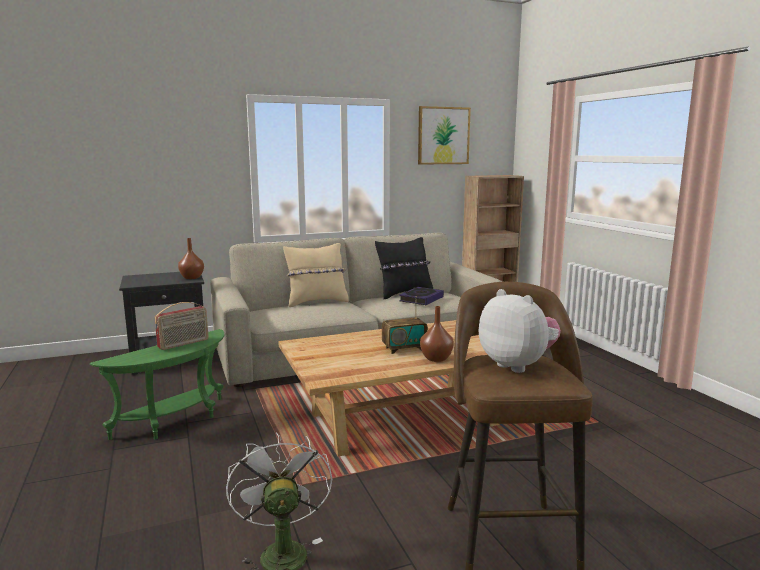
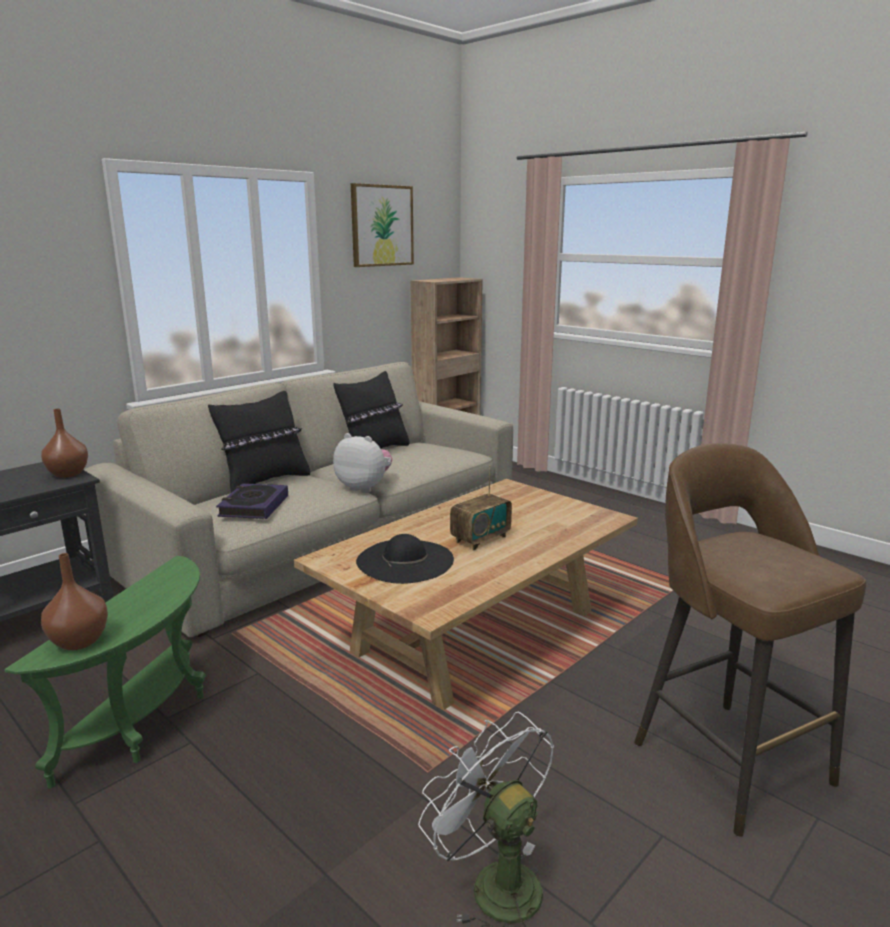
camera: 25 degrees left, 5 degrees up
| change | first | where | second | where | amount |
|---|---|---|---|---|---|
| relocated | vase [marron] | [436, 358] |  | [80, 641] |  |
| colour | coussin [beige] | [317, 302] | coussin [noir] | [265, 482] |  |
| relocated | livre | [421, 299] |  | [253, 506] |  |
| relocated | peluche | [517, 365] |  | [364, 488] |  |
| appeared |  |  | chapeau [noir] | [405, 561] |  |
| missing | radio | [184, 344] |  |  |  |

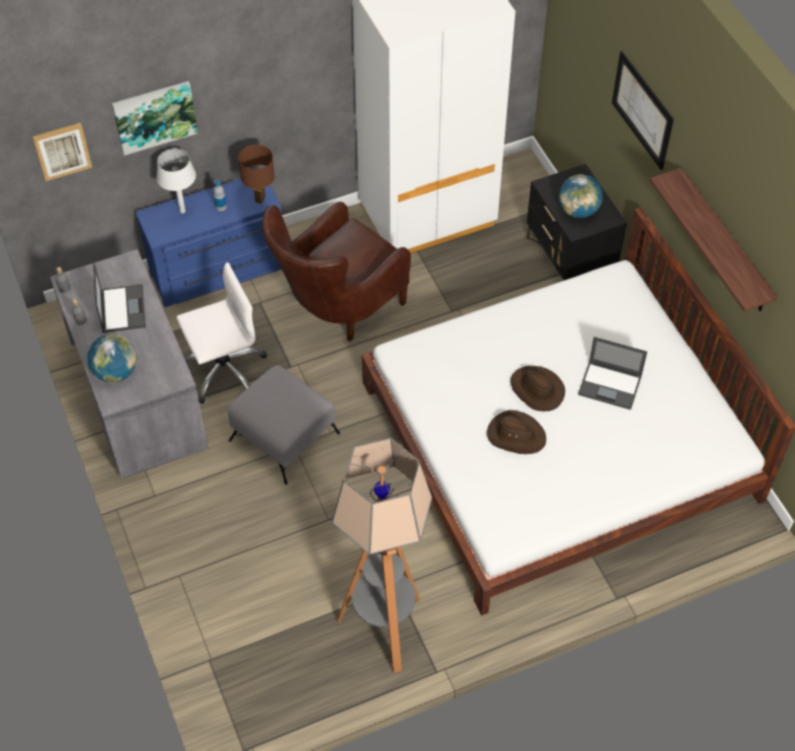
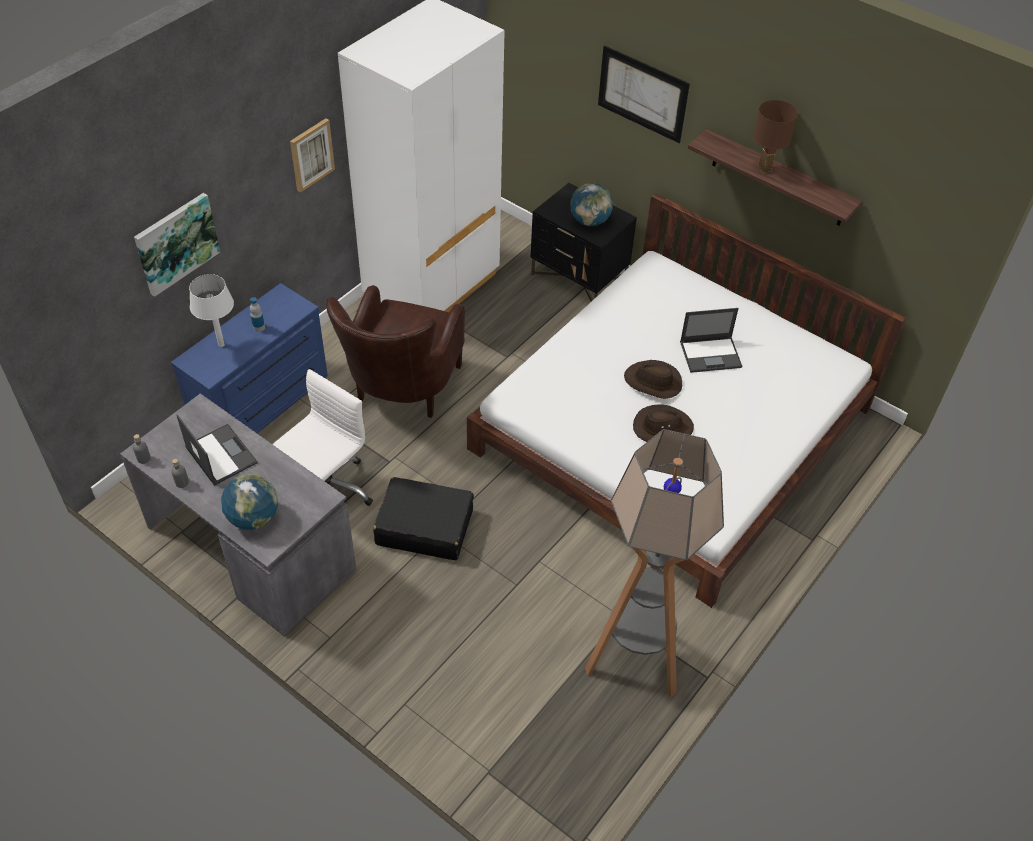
camera: 30 degrees left, 5 degrees down
| change | first | where | second | where | amount |
|---|---|---|---|---|---|
| relocated | tableau | [62, 150] |  | [311, 154] |  |
| exchanged | pouf [gris] | [284, 436] | valise [noir] | [424, 527] |  |
| relocated | lampe de table [marron] | [260, 199] |  | [765, 168] |  |

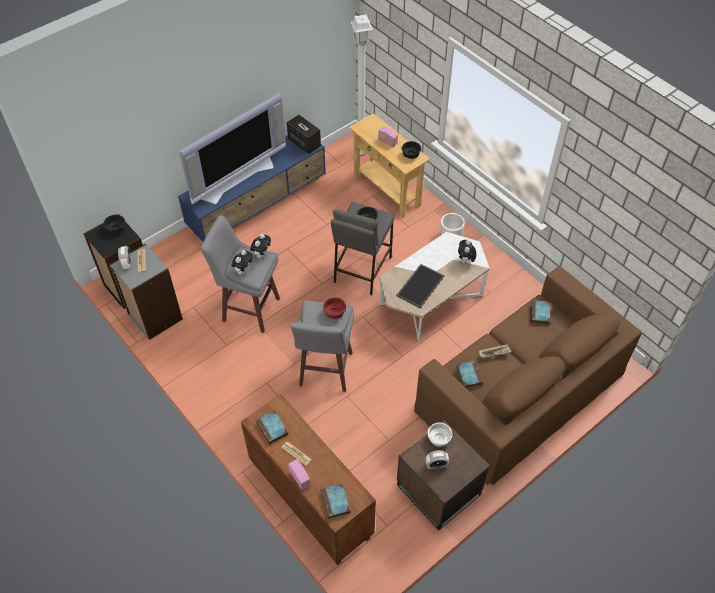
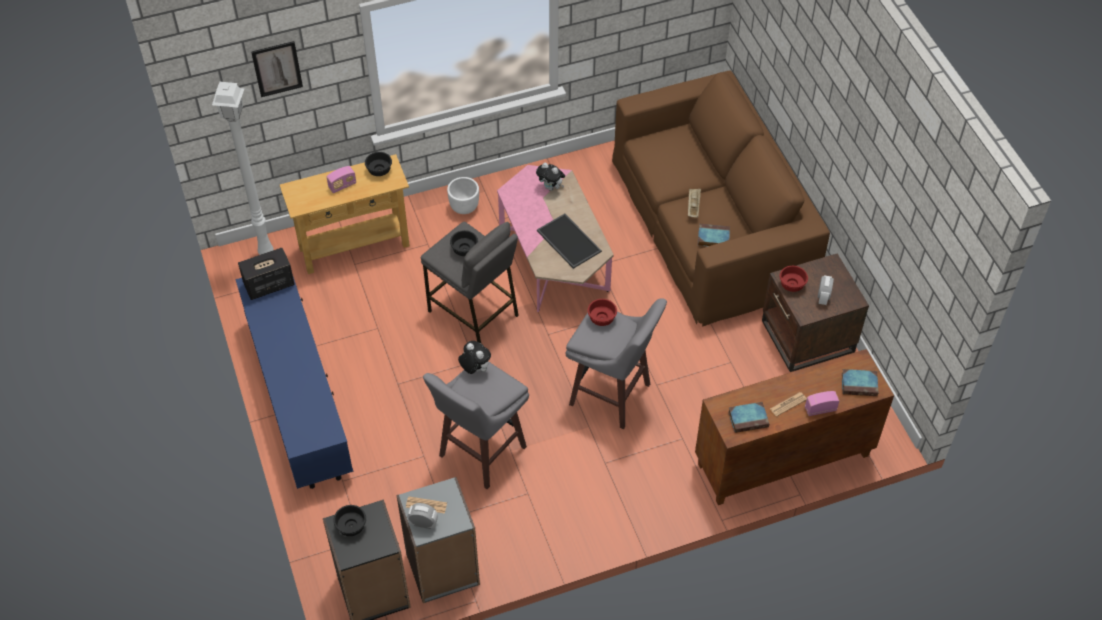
camera: 70 degrees left, 0 degrees up
| change | first | where | second | where | amount |
|---|---|---|---|---|---|
| appeared |  |  | tableau | [277, 69] |  |
| colour | table basse [blanc] | [431, 300] | table basse [rose] | [554, 259] |  |
| colour | bol [blanc] | [439, 439] | bol [rouge] | [793, 285] |  |
| missing | téléviseur | [236, 178] |  |  |  |
| missing | peluche | [243, 270] |  |  |  |
| missing | livre | [540, 314] |  |  |  |

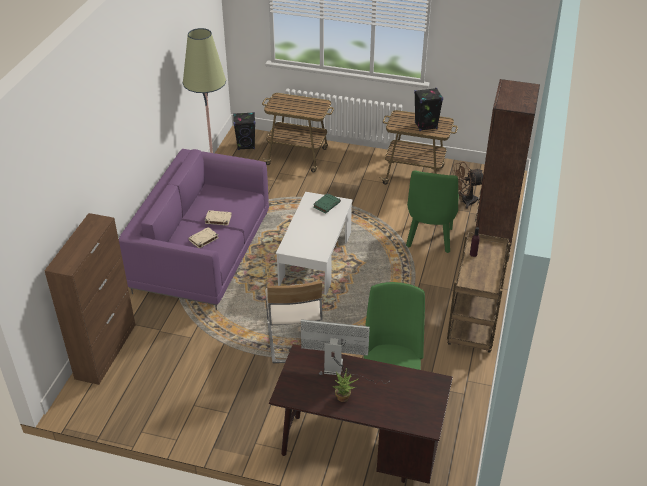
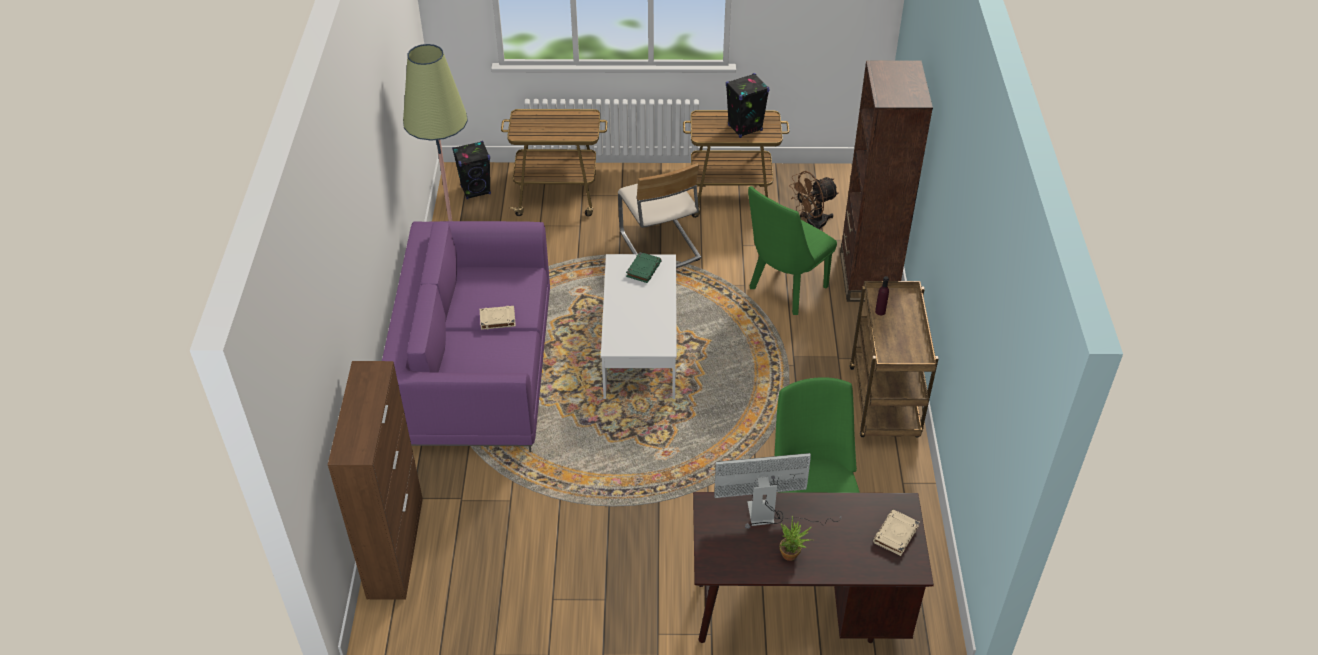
camera: 15 degrees left, 5 degrees up
| change | first | where | second | where | amount |
|---|---|---|---|---|---|
| relocated | chaise [beige] | [294, 339] |  | [659, 246] |  |
| spun | chaise [vert] | [429, 240] |  | [784, 291] | 45 degrees clockwise |
| relocated | livre [beige] | [203, 239] |  | [895, 535] |  |

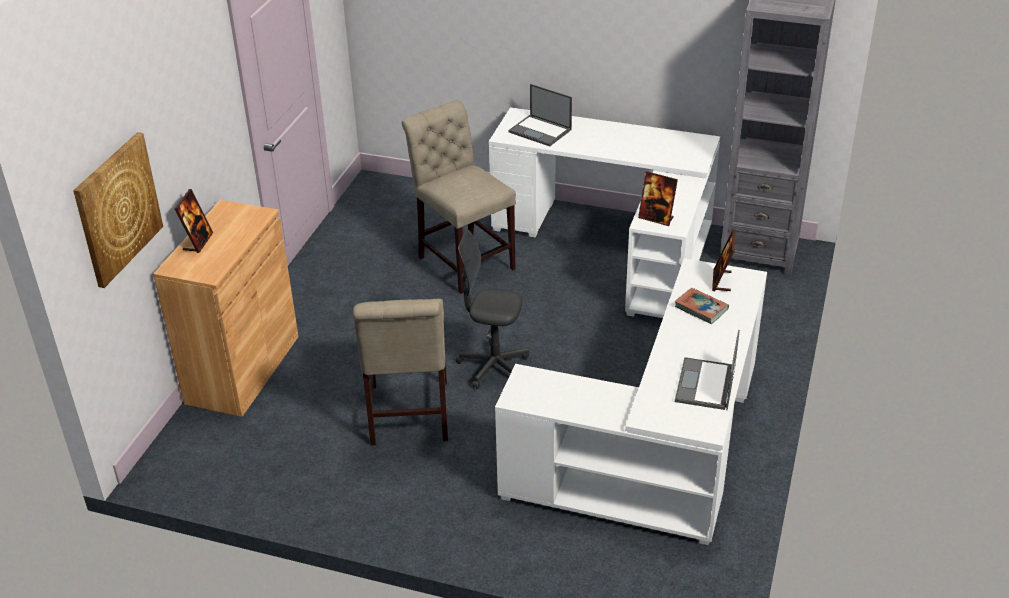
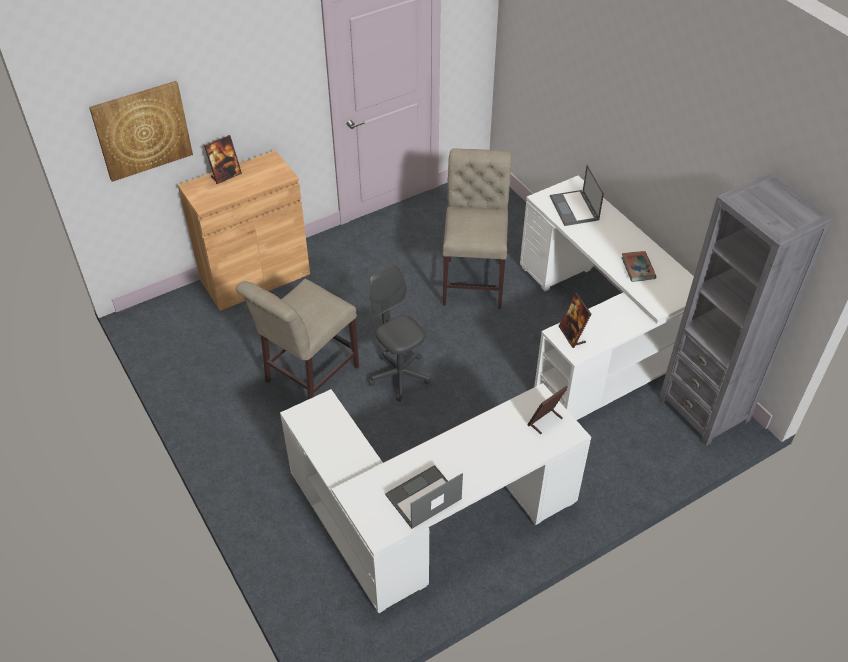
camera: 40 degrees right, 10 degrees up
| change | first | where | second | where | amount |
|---|---|---|---|---|---|
| relocated | livre | [701, 308] |  | [638, 268] |  |

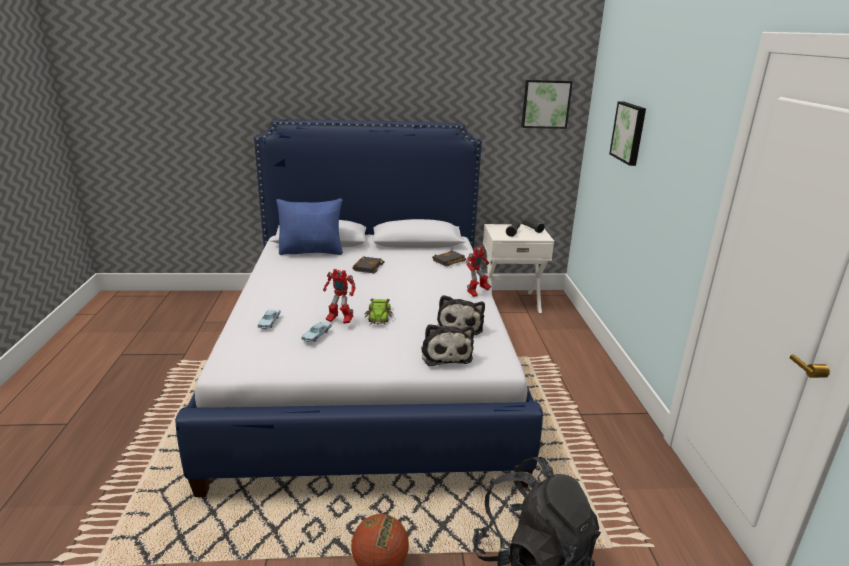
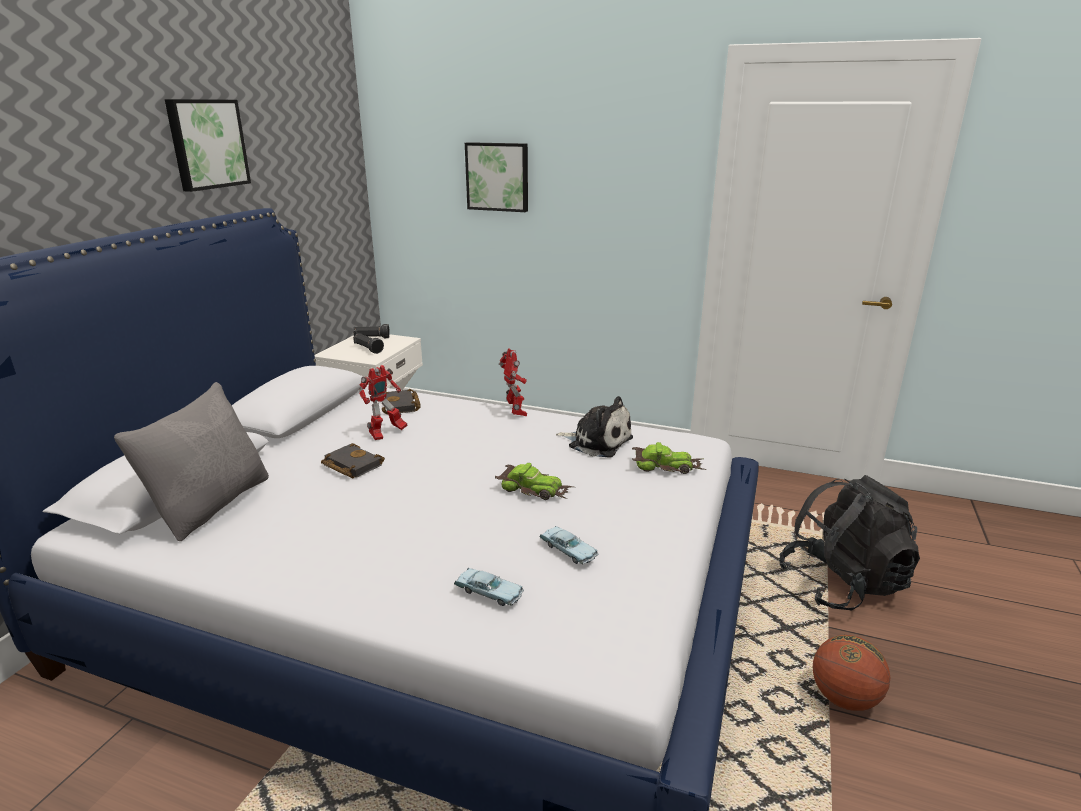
camera: 65 degrees left, 0 degrees up
| change | first | where | second | where | amount |
|---|---|---|---|---|---|
| colour | coussin [bleu] | [311, 252] | coussin [gris] | [212, 504] |  |
| relocated | tableau | [545, 104] |  | [206, 144] |  |
| relocated | robot jouet | [339, 321] |  | [386, 434] |  |
| exchanged | peluche | [445, 354] | petite voiture | [667, 466] |  |

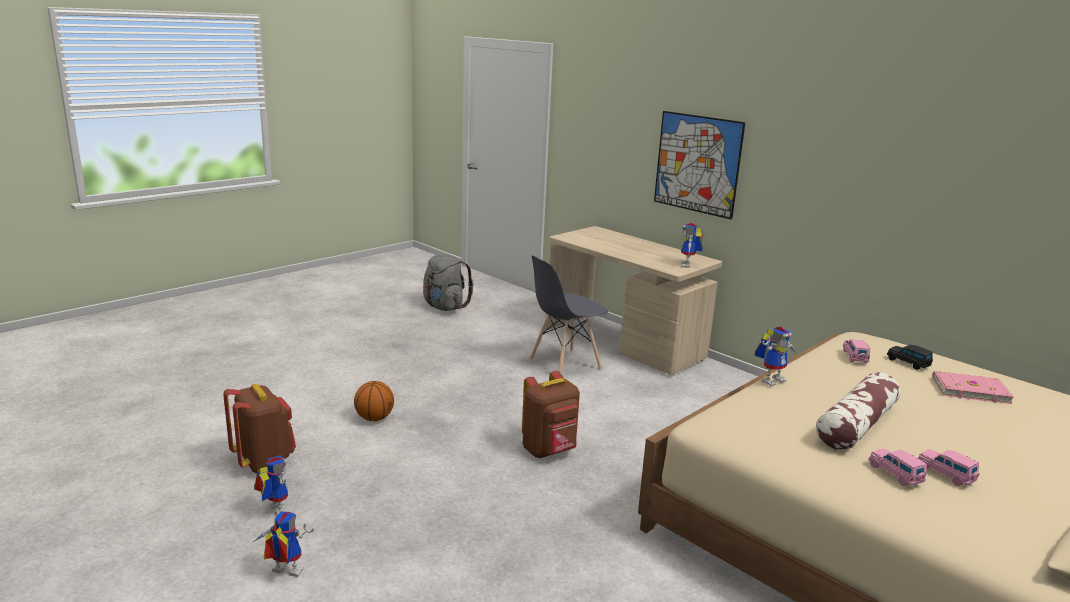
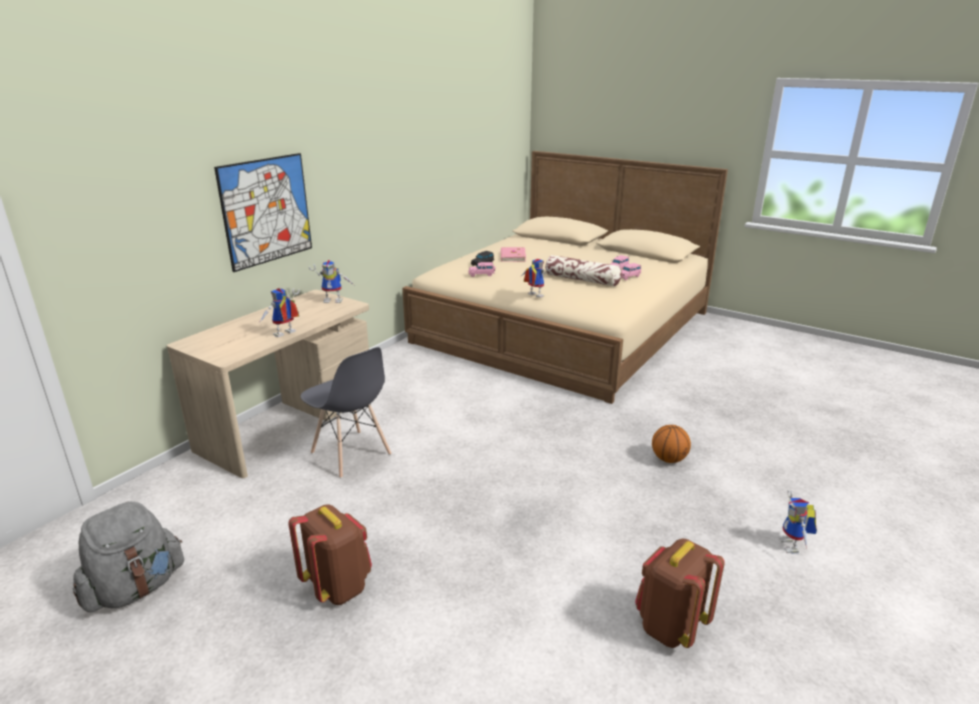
camera: 100 degrees left, 5 degrees up
| change | first | where | second | where | amount |
|---|---|---|---|---|---|
| relocated | robot jouet | [274, 510] |  | [284, 335] |  |
| relocated | sac à dos [marron] | [549, 451] |  | [338, 586] |  |
| relocated | ballon de basket | [374, 418] |  | [669, 459] |  |

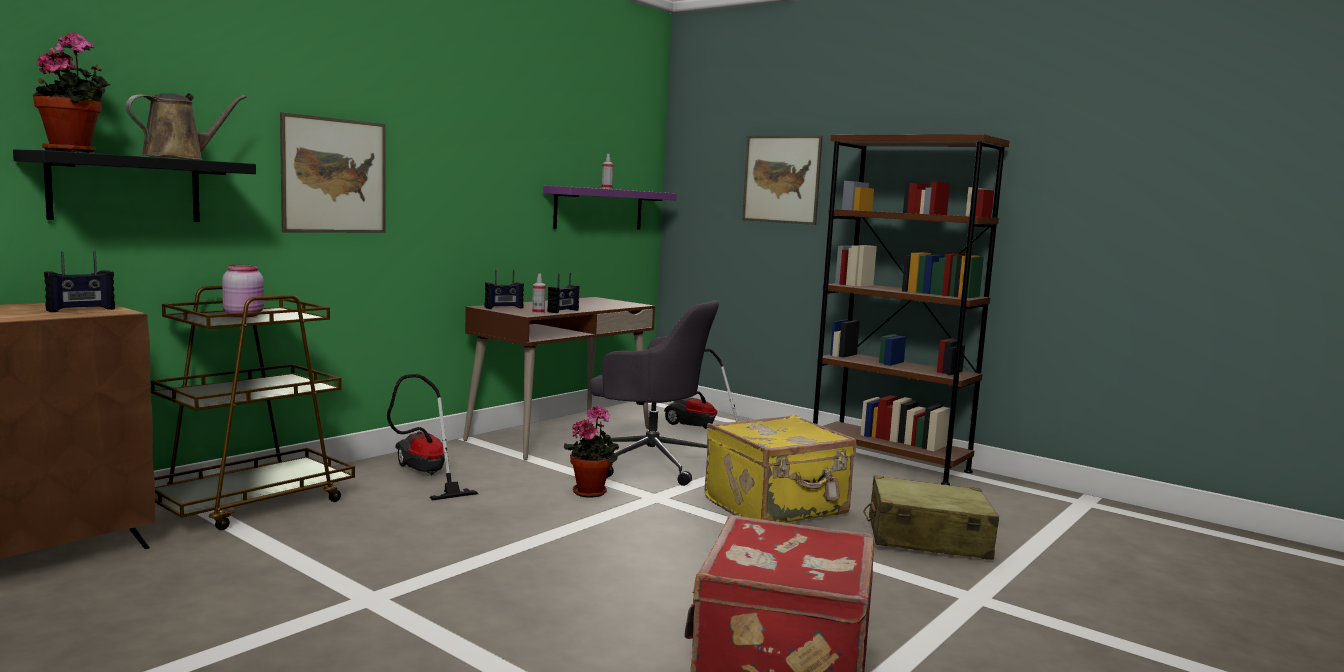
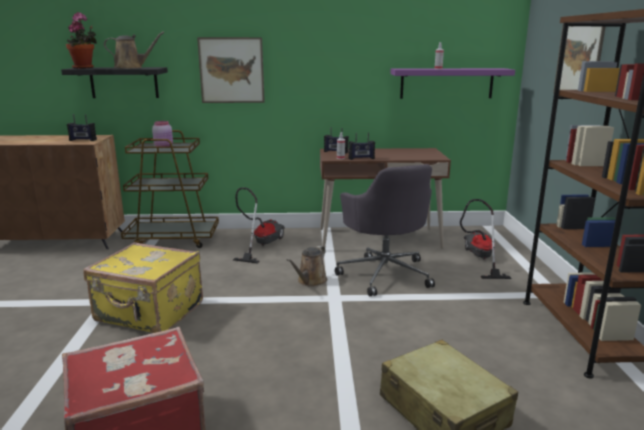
camera: 50 degrees right, 10 degrees up
| change | first | where | second | where | amount |
|---|---|---|---|---|---|
| relocated | valise [jaune] | [777, 507] |  | [149, 313] |  |
| exchanged | plante en pot | [592, 491] | arrosoir [marron] | [310, 281] |  |

